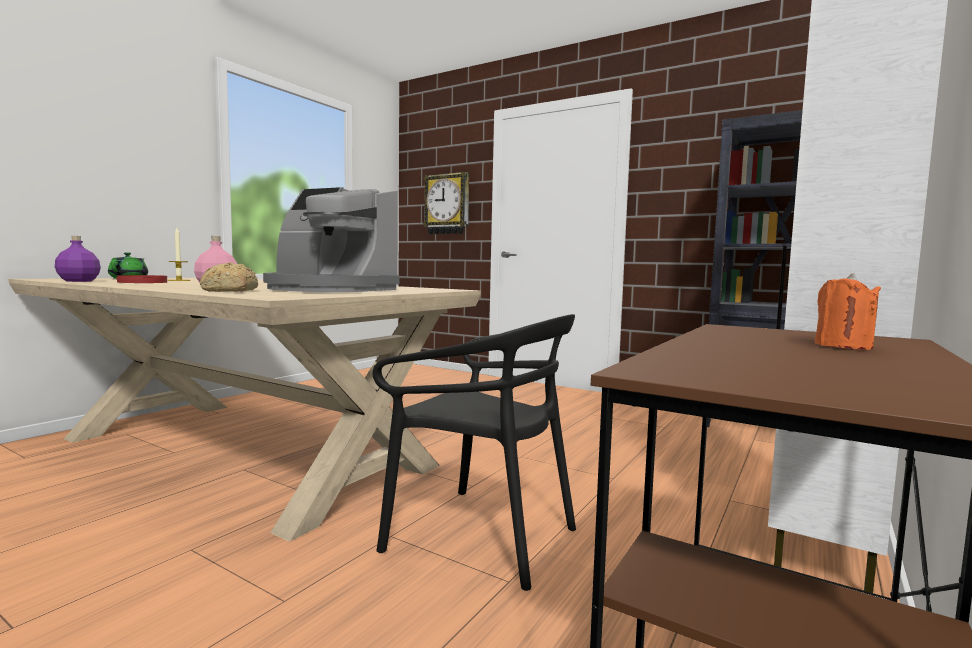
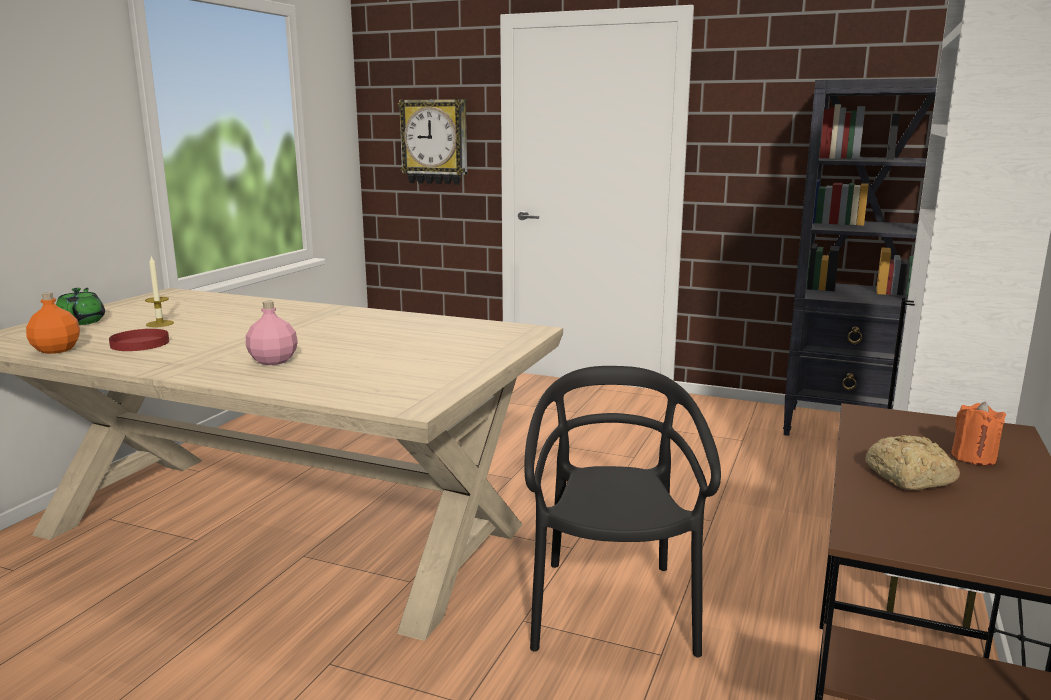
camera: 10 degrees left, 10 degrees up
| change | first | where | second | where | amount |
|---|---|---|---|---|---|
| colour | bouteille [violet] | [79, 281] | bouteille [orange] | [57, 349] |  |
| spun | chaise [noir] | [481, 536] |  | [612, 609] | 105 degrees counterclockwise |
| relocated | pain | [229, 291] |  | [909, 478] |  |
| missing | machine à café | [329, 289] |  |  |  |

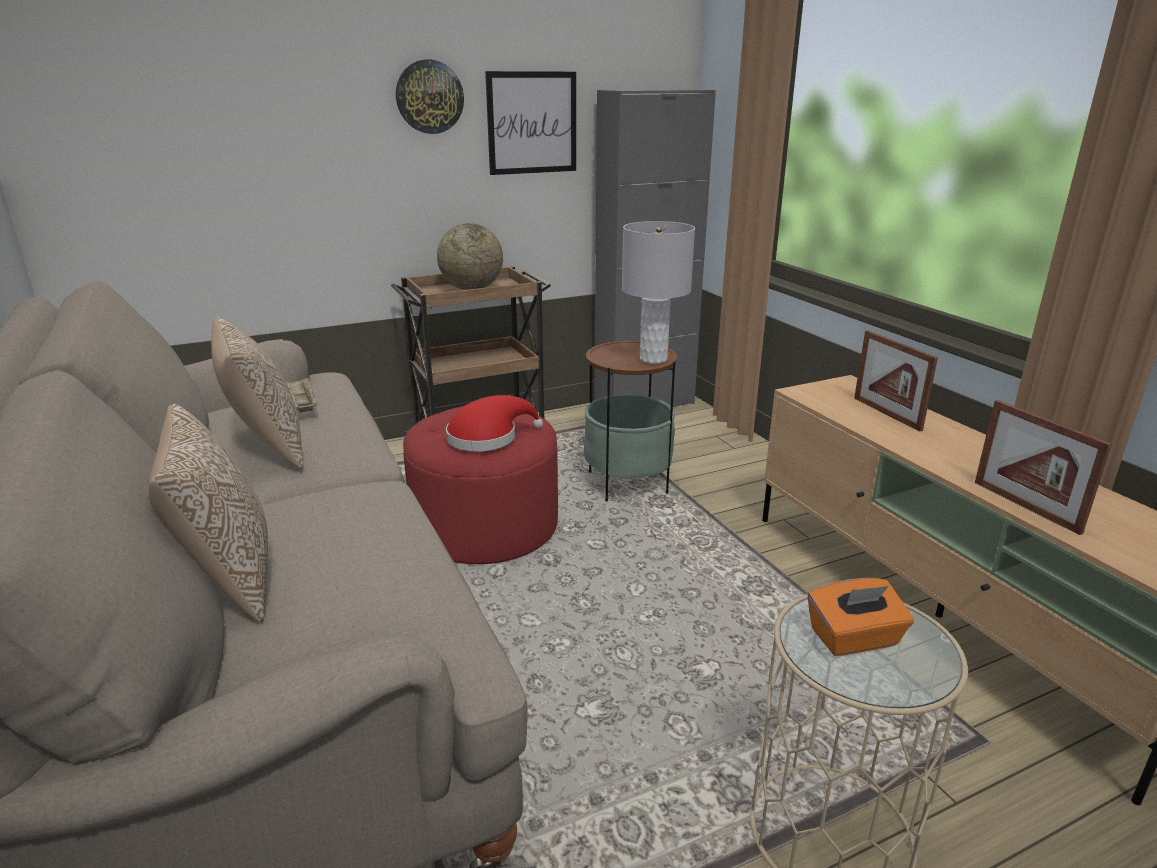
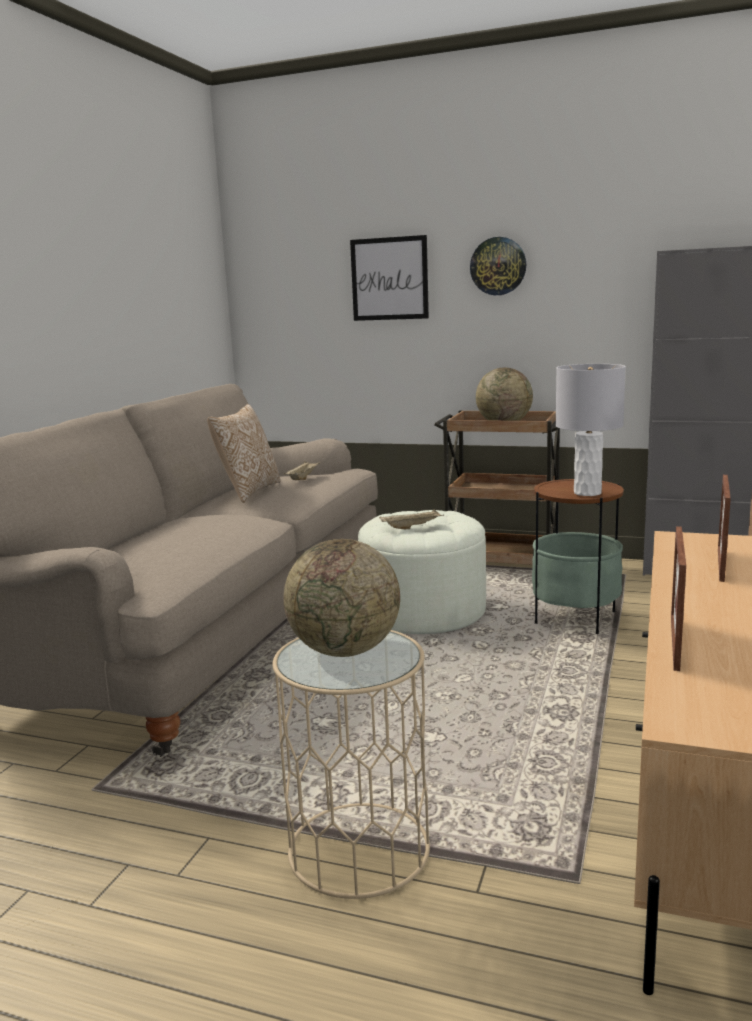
camera: 45 degrees right, 10 degrees down
| change | first | where | second | where | amount |
|---|---|---|---|---|---|
| exchanged | boîte à mouchoirs [orange] | [854, 639] | globe | [345, 650] |  |
| relocated | tableau | [532, 123] |  | [389, 279] |  |
| colour | pouf [rouge] | [485, 526] | pouf [blanc] | [423, 611] |  |
| exchanged | chapeau [rouge] | [487, 437] | plateau [beige] | [412, 527] |  |
| missing | coussin | [229, 578] |  |  |  |

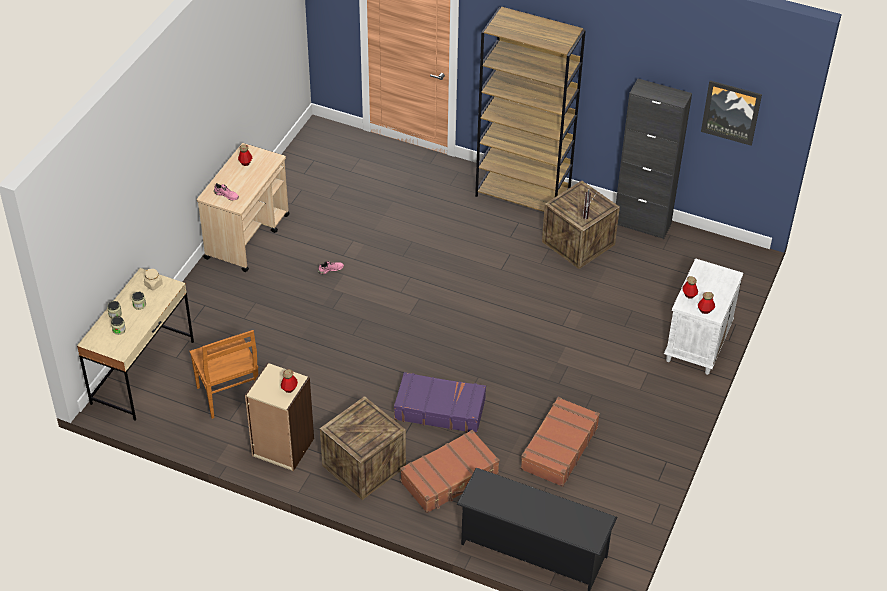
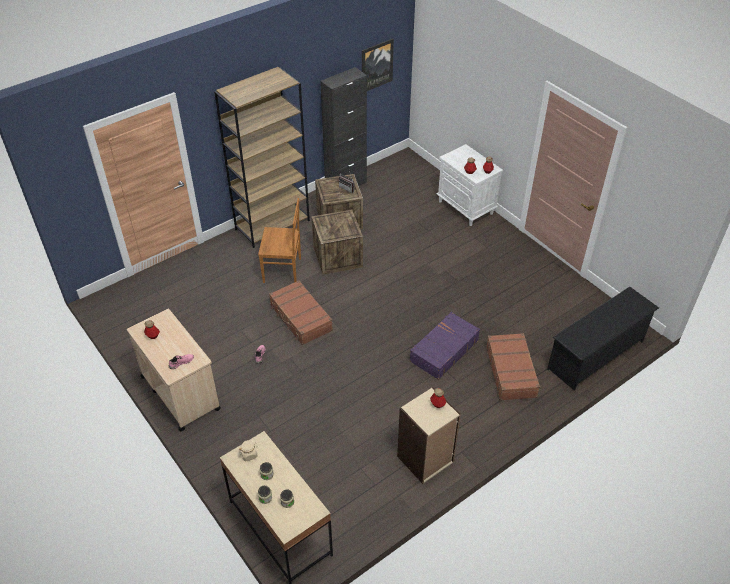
camera: 60 degrees left, 0 degrees up
| change | first | where | second | where | amount |
|---|---|---|---|---|---|
| relocated | chaise [marron] | [229, 396] |  | [283, 270] |  |
| relocated | valise [marron] | [558, 448] |  | [300, 318] |  |
| relocated | caisse | [364, 466] |  | [337, 257] |  |

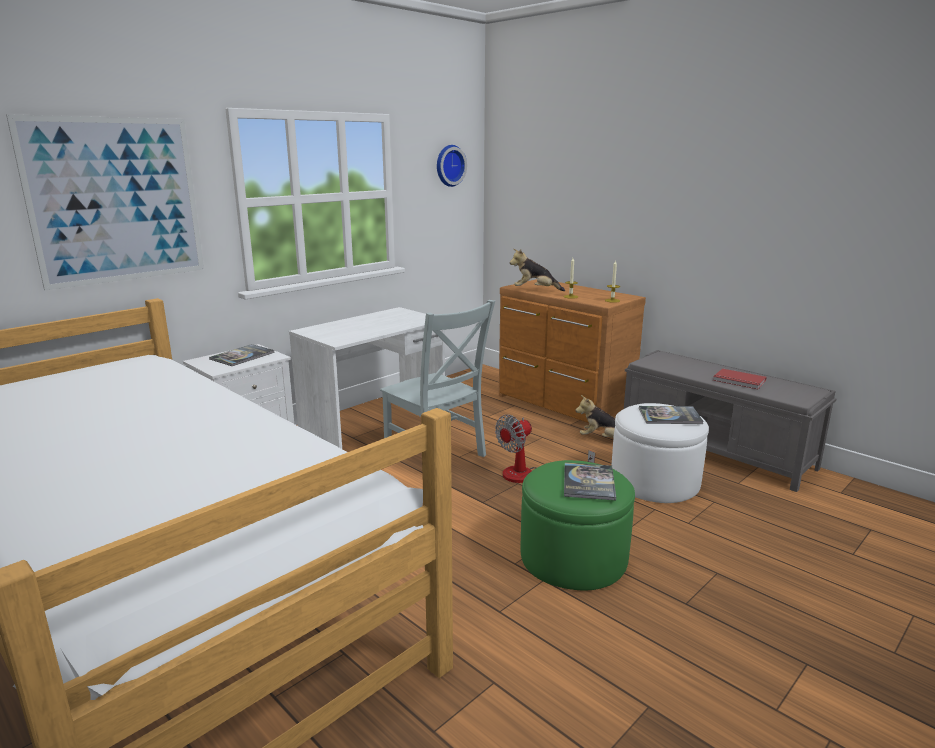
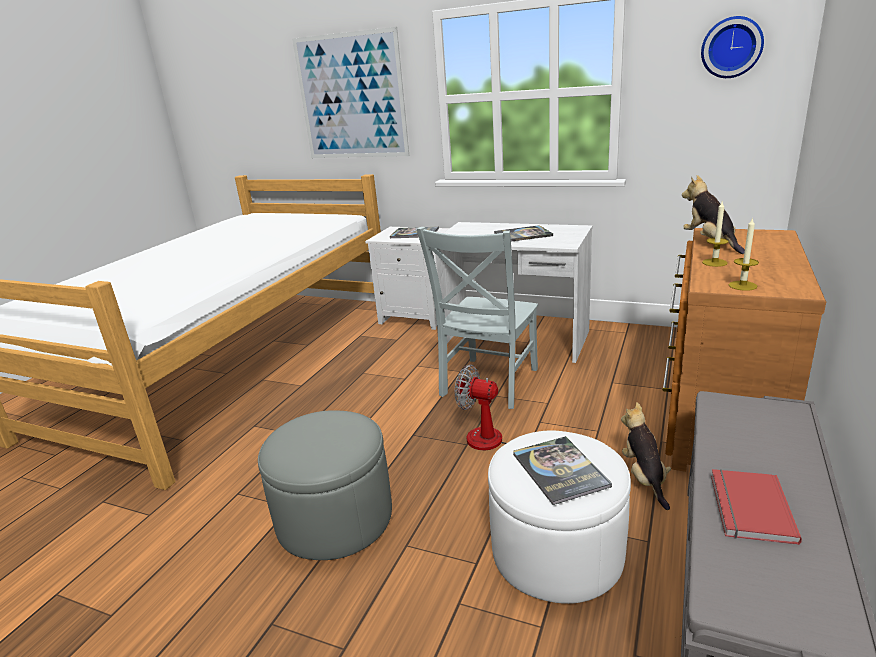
camera: 70 degrees right, 5 degrees up
| change | first | where | second | where | amount |
|---|---|---|---|---|---|
| colour | pouf [vert] | [573, 557] | pouf [gris] | [335, 517] |  |
| relocated | livre | [588, 482] |  | [523, 235] |  |

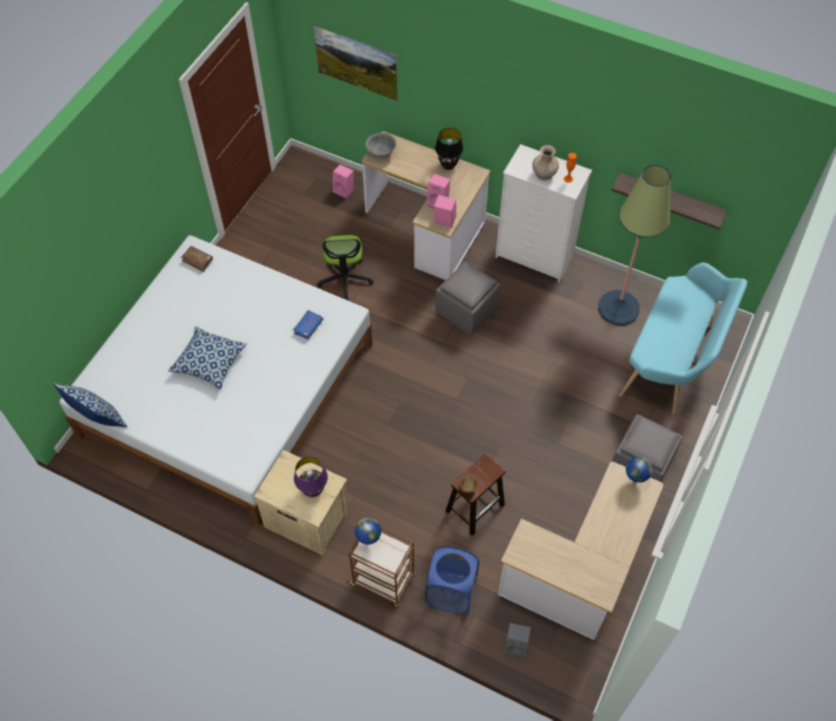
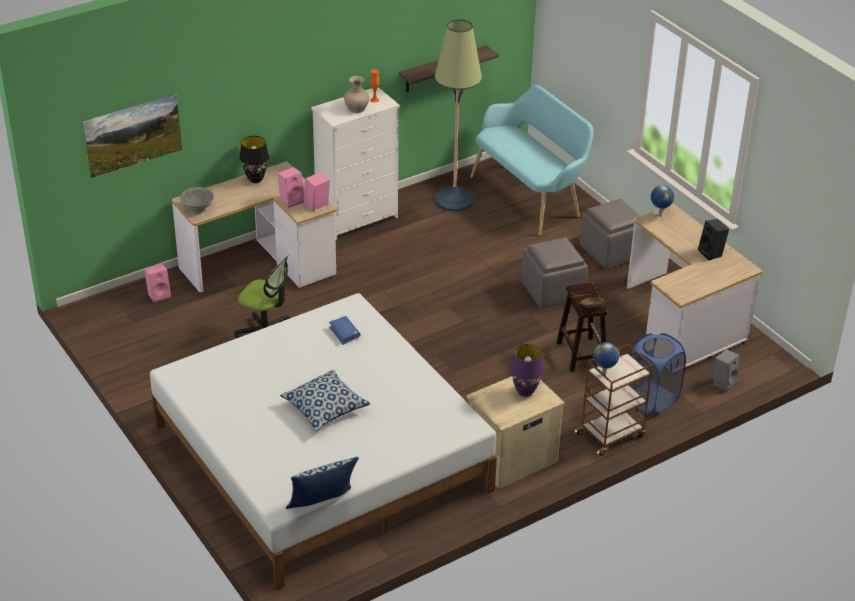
camera: 60 degrees left, 20 degrees down
| change | first | where | second | where | amount |
|---|---|---|---|---|---|
| relocated | pouf [gris] | [466, 311] |  | [553, 291] |  |
| appeared |  |  | enceinte [noir] | [712, 253] |  |
| missing | livre [marron] | [197, 261] |  |  |  |

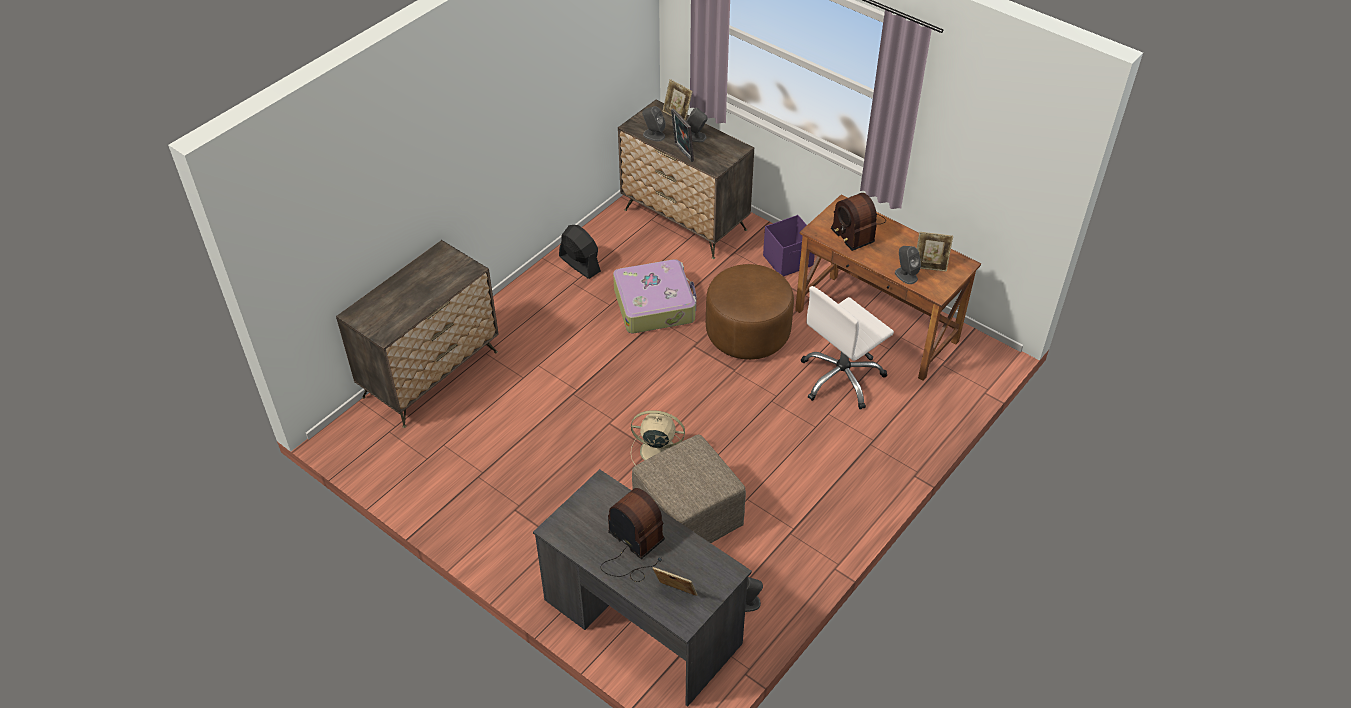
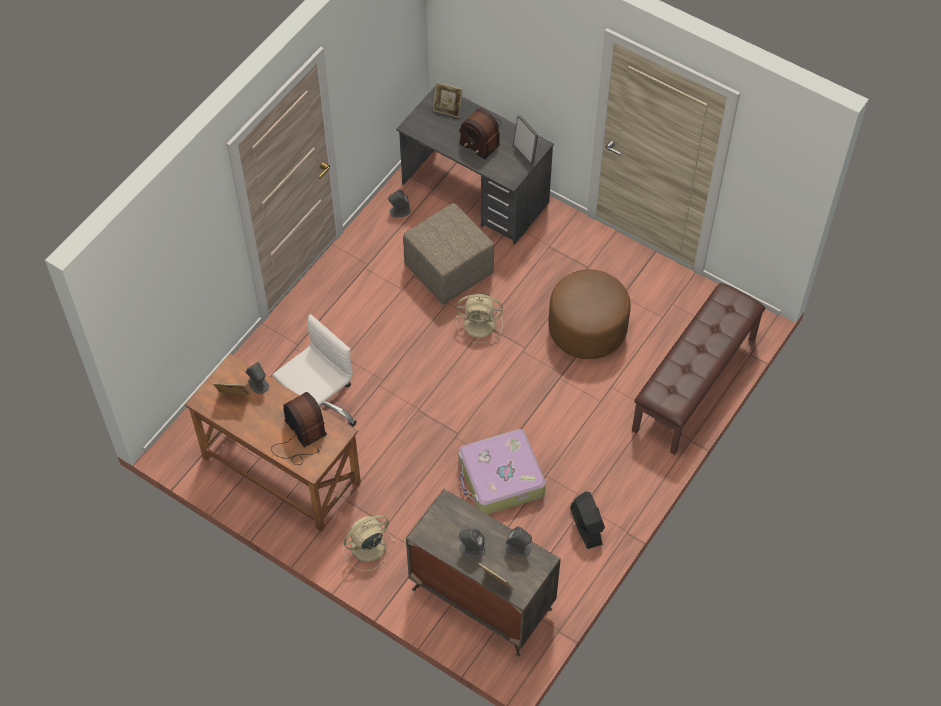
camera: 175 degrees right, 10 degrees up
| change | first | where | second | where | amount |
|---|---|---|---|---|---|
| exchanged | boîte de rangement [violet] | [788, 261] | ventilateur [beige] | [366, 547] |  |
| relocated | cadre photo | [682, 153] |  | [525, 153] |  |
| relocated | pouf [marron] | [748, 332] |  | [587, 330] |  |
| spun | ventilateur [noir] | [579, 264] |  | [586, 526] | 150 degrees counterclockwise |
| exchanged | commode | [432, 373] | banc [marron] | [695, 384] |  |

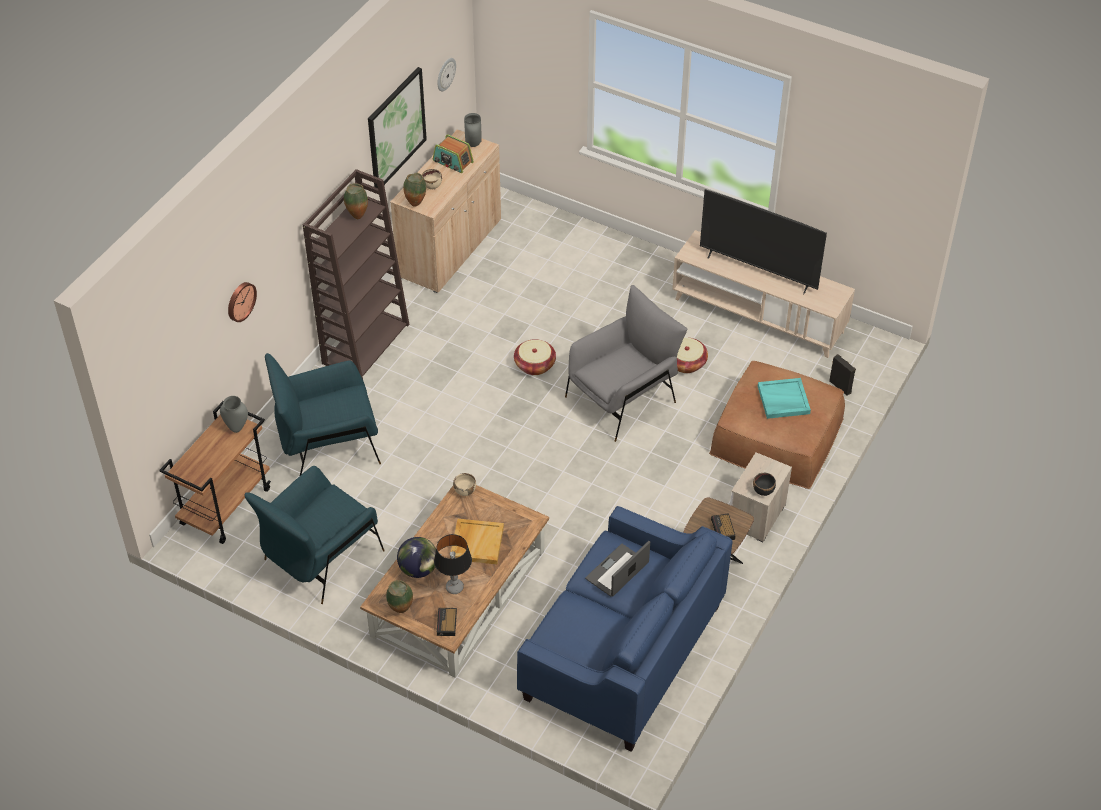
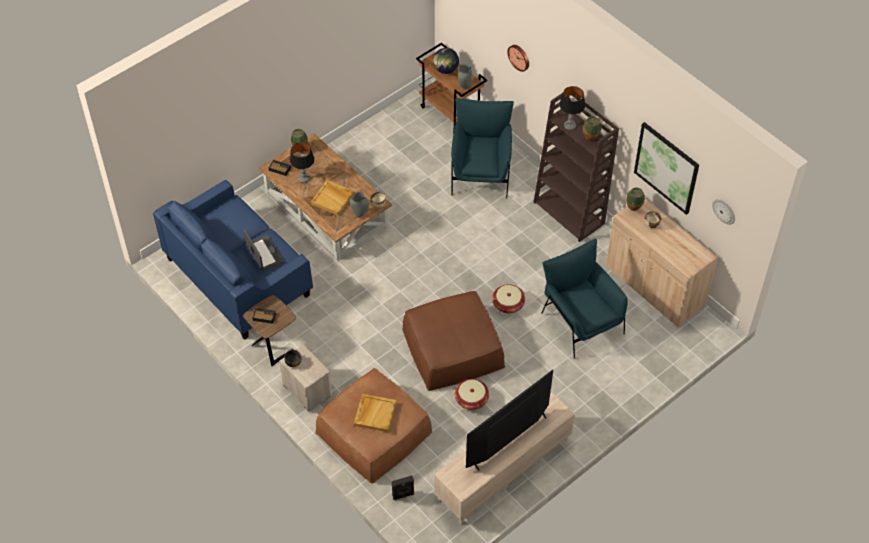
camera: 110 degrees right, 5 degrees up
| change | first | where | second | where | amount |
|---|---|---|---|---|---|
| relocated | vase [gris] | [474, 144] |  | [359, 214] |  |
| colour | plateau [turquoise] | [783, 400] | plateau [beige] | [375, 413] |  |
| exchanged | fauteuil [gris] | [623, 398] | pouf [marron] | [452, 348] |  |
| relocated | globe | [418, 569] |  | [445, 70] |  |
| relocated | fauteuil [bleu] | [321, 558] |  | [581, 321] |  |
| appeared |  |  | lampe de table | [570, 126] |  |
| missing | radio | [452, 162] |  |  |  |

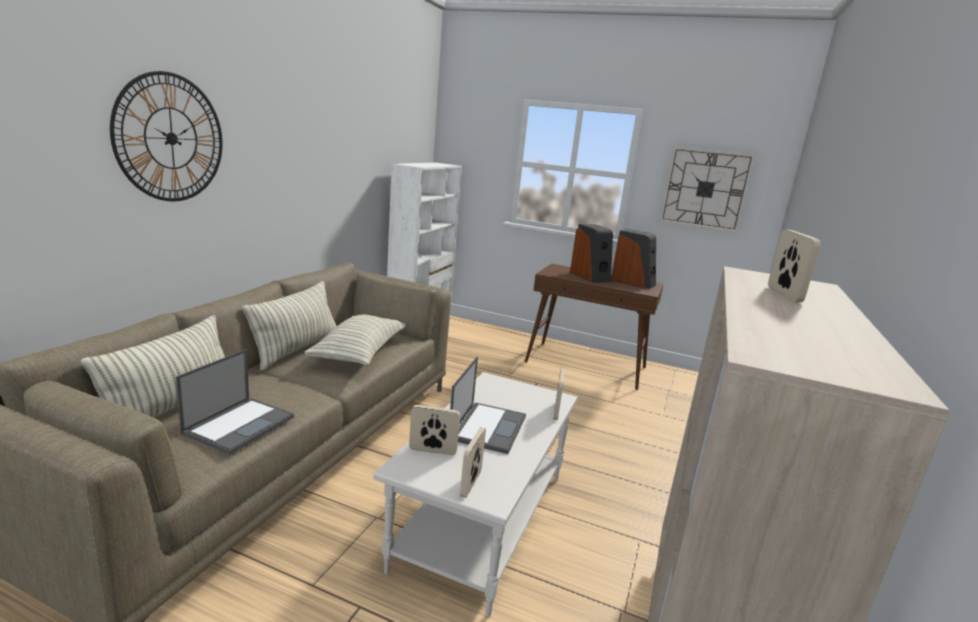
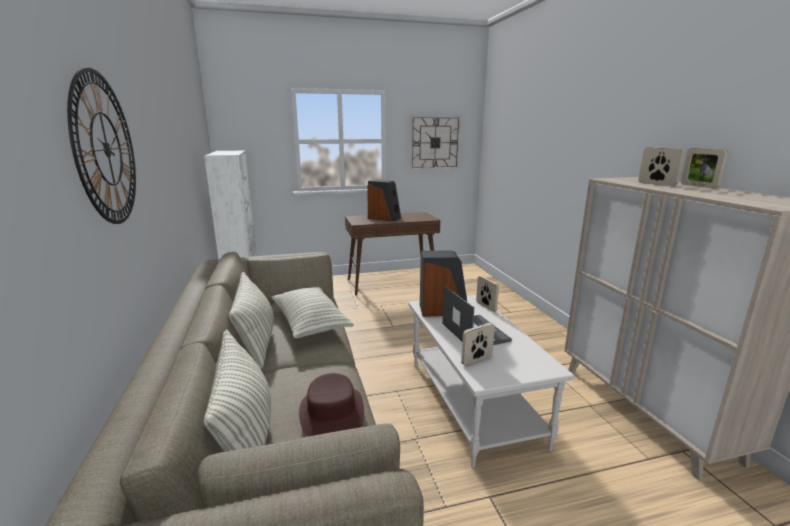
camera: 35 degrees left, 0 degrees up
| change | first | where | second | where | amount |
|---|---|---|---|---|---|
| exchanged | ordinateur portable | [240, 424] | chapeau [marron] | [332, 414] |  |
| relocated | enceinte | [633, 282] |  | [443, 309] |  |
| relocated | cadre photo | [471, 484] |  | [698, 186] |  |

